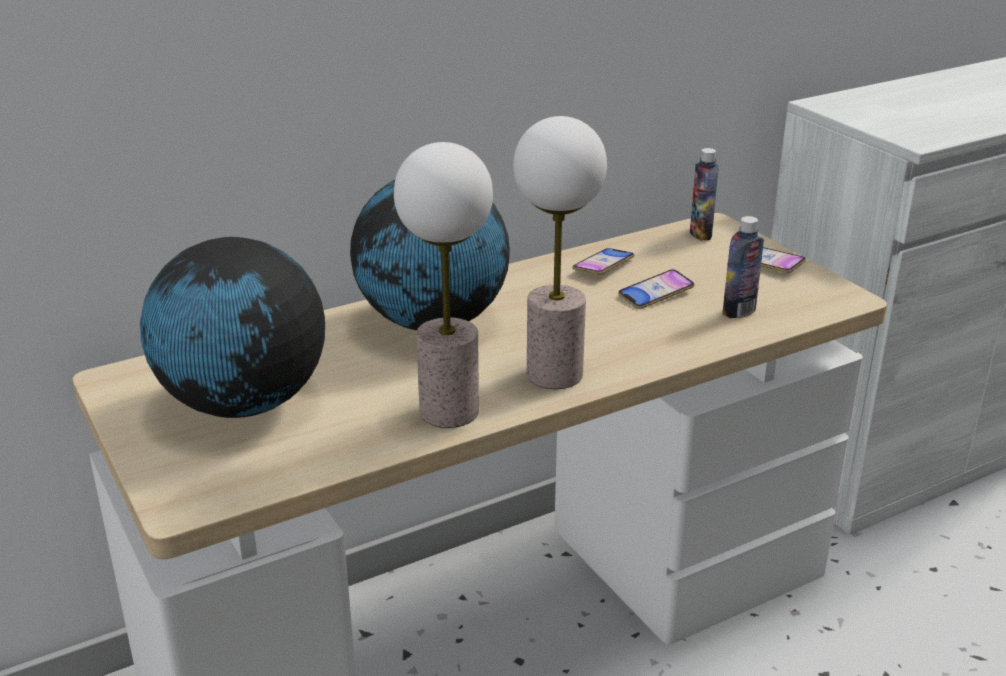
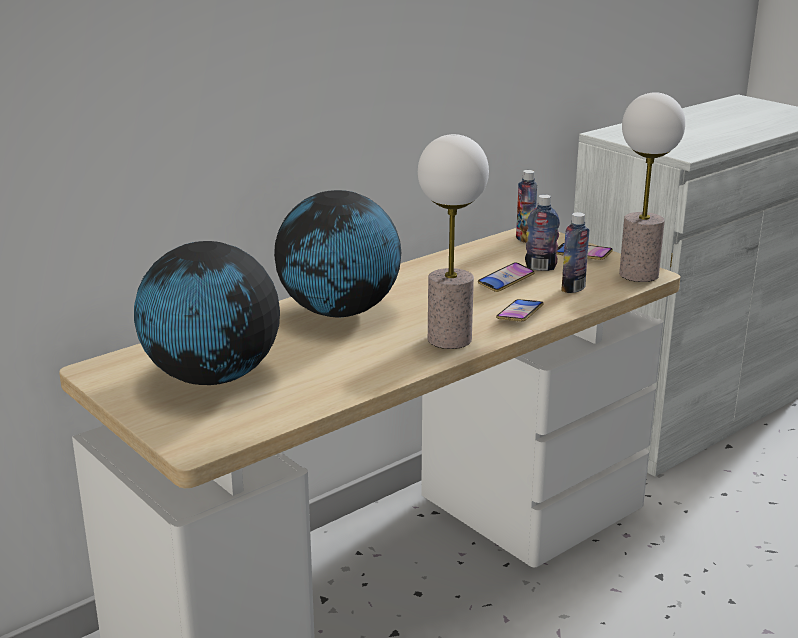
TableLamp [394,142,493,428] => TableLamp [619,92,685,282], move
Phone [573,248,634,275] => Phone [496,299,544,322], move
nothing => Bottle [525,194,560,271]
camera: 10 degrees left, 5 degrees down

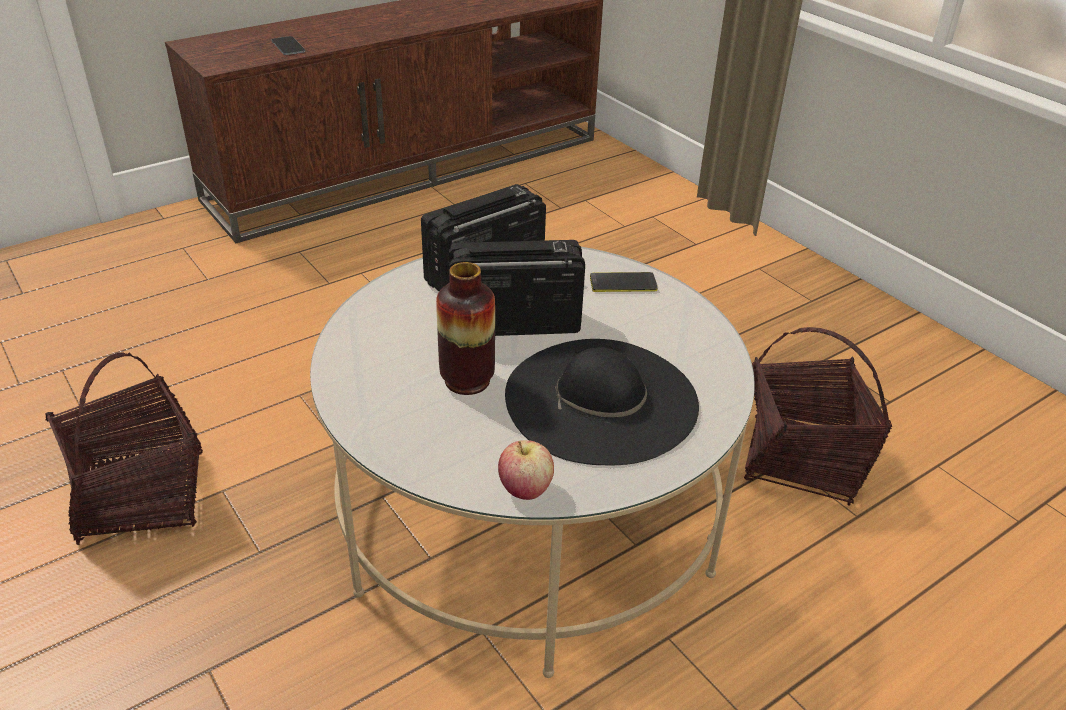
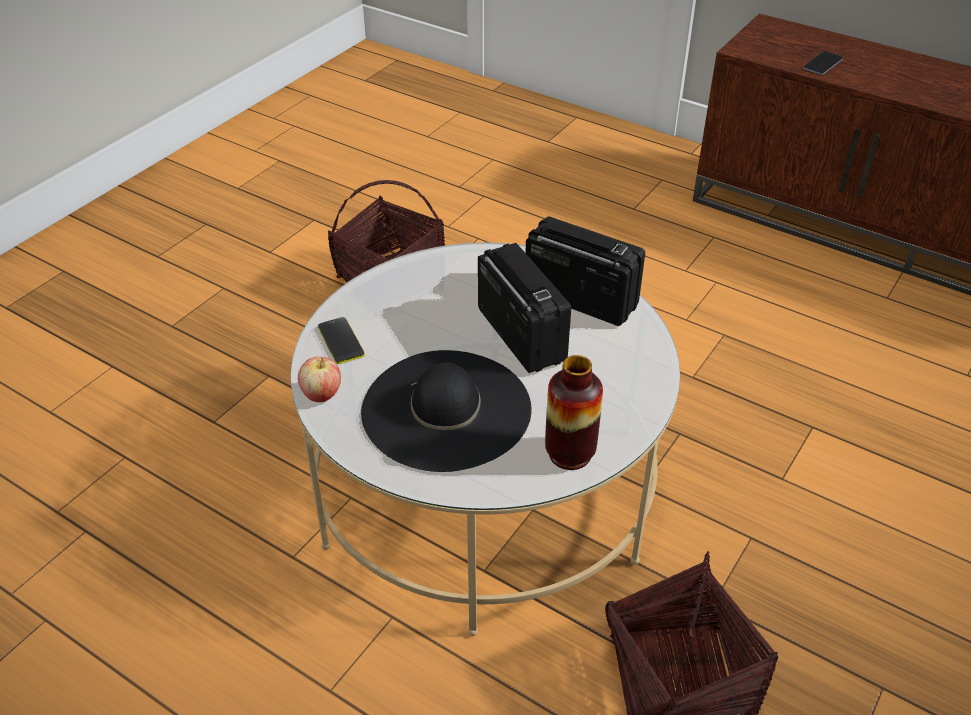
Vase [436,262,495,395] => Vase [545,355,603,470], move
Phone [590,272,657,292] => Phone [318,317,365,364], move
camera: 70 degrees right, 5 degrees up

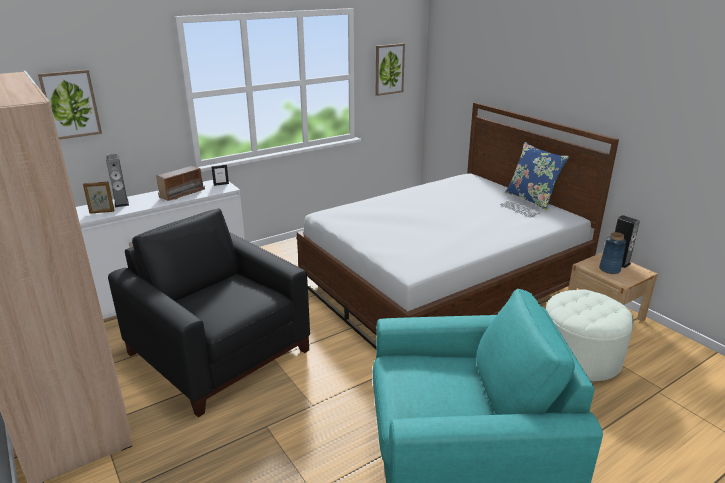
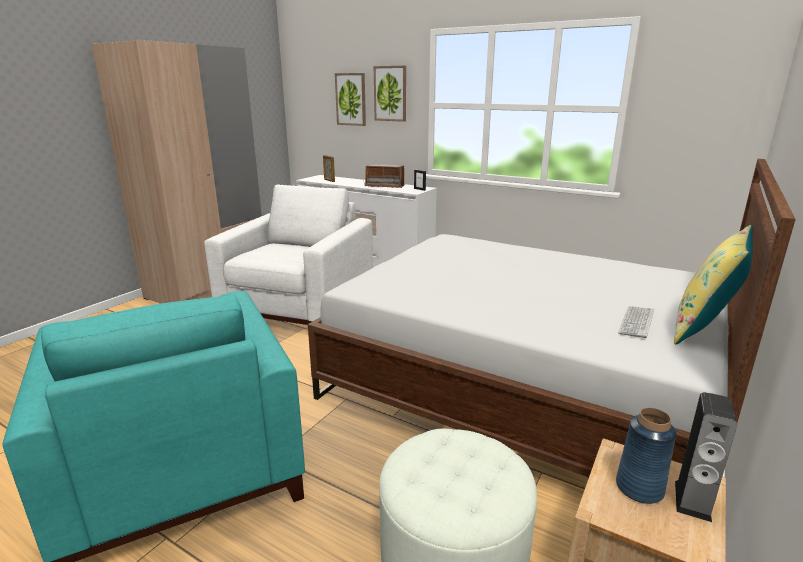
Picture [376,43,405,96] => Picture [374,66,406,122], move
BluePillow [505,142,569,211] => YellowPillow [674,225,753,345]
Speaker [106,154,129,207] => nothing
BlackArmchair [108,209,310,417] => WhiteArmchair [204,185,373,325]
camera: 65 degrees right, 5 degrees down

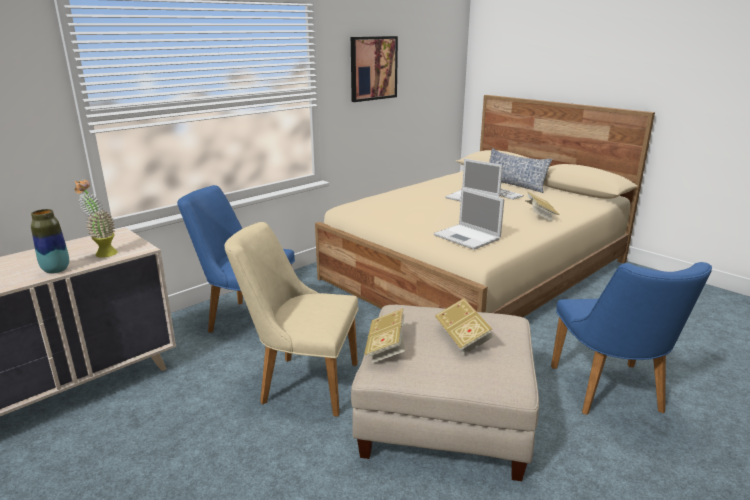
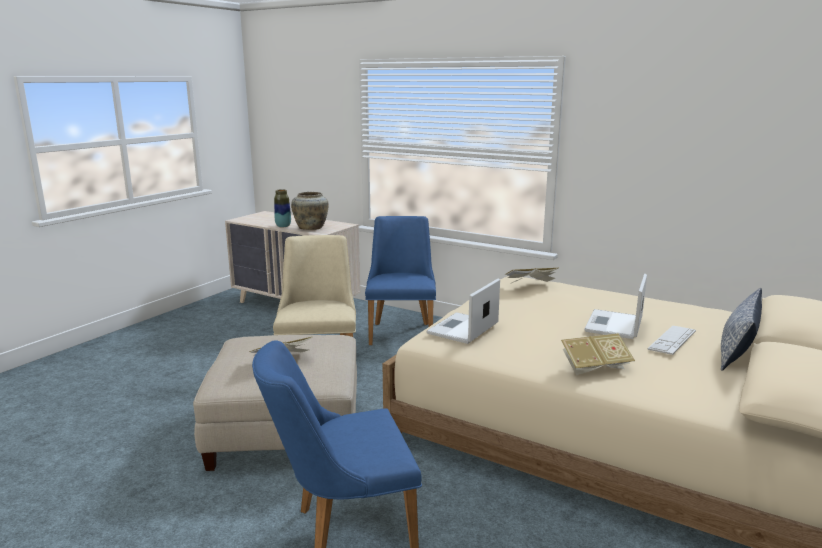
Picture [351,36,398,102] => nothing
PottedPlant [74,180,118,258] => BeigeVase [291,192,329,230]
Book [364,308,407,363] => Book [506,268,558,283], move
camera: 75 degrees right, 5 degrees down

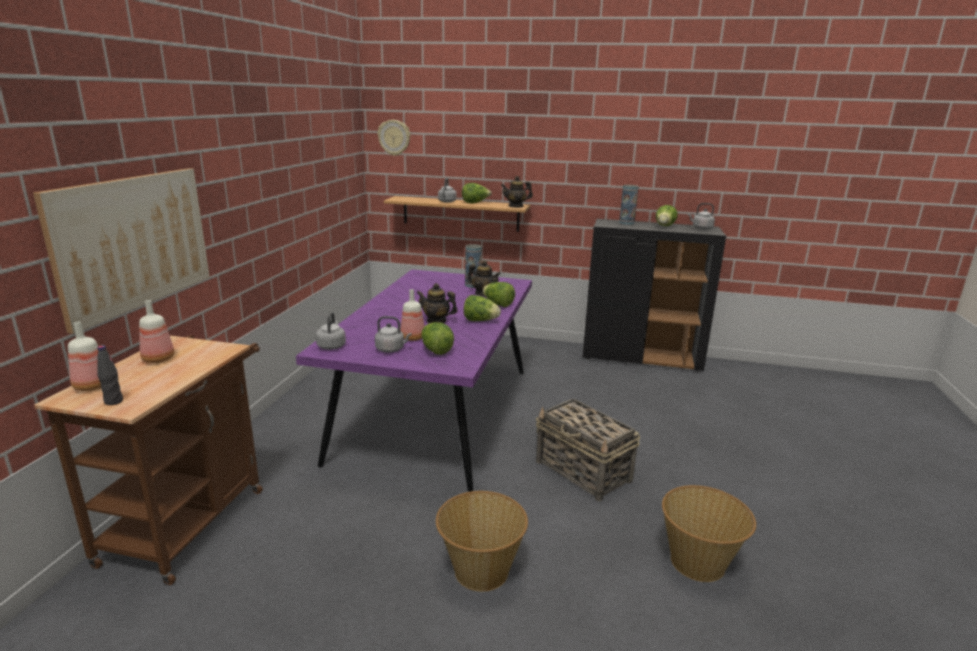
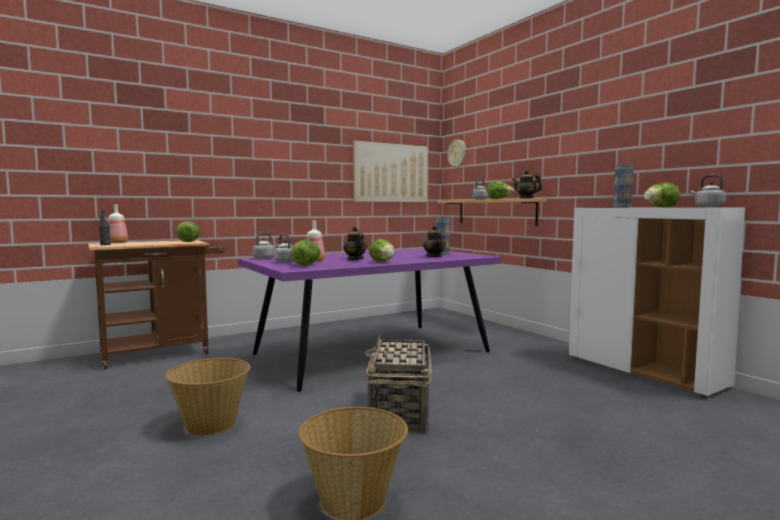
Picture [33,168,210,334] => Picture [353,140,428,202], move
BlackCabinet [583,219,726,372] => WhiteCabinet [569,207,745,397]
Lettuce [483,282,515,307] => Lettuce [176,221,200,242], move
Bottle [139,300,175,363] => nothing
camera: 45 degrees right, 15 degrees down

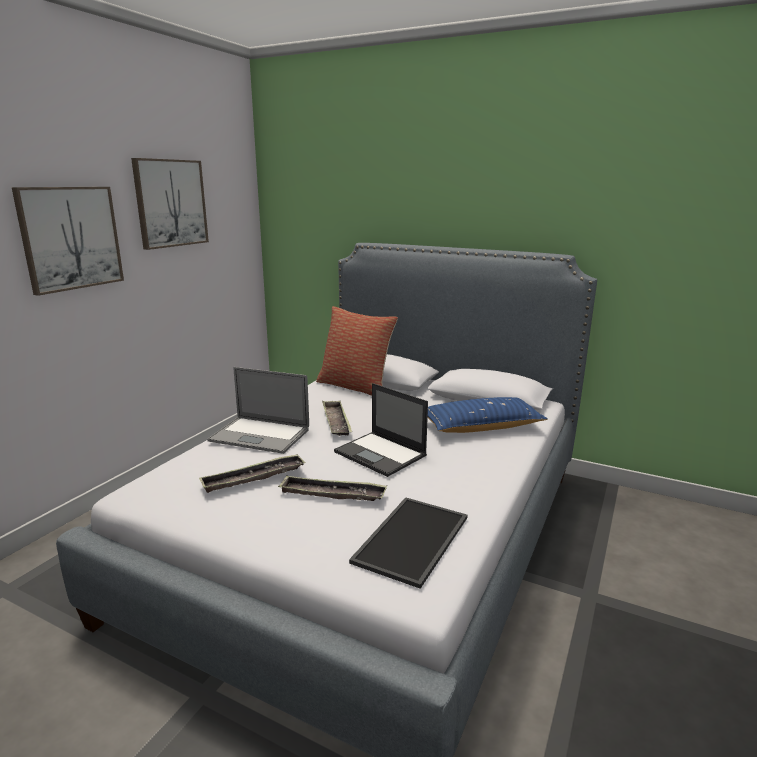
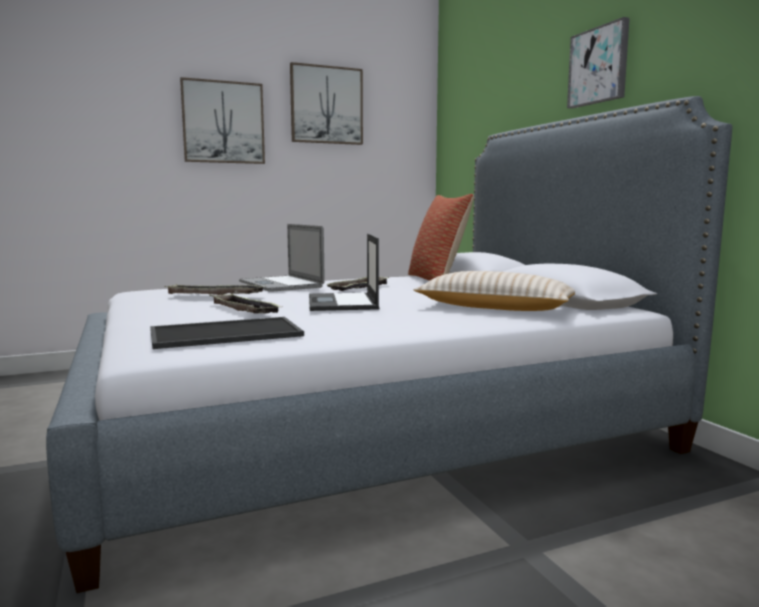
BluePillow [428,397,548,433] => BeigePillow [414,271,575,311]
nothing => Picture [567,17,630,109]
camera: 40 degrees right, 10 degrees down

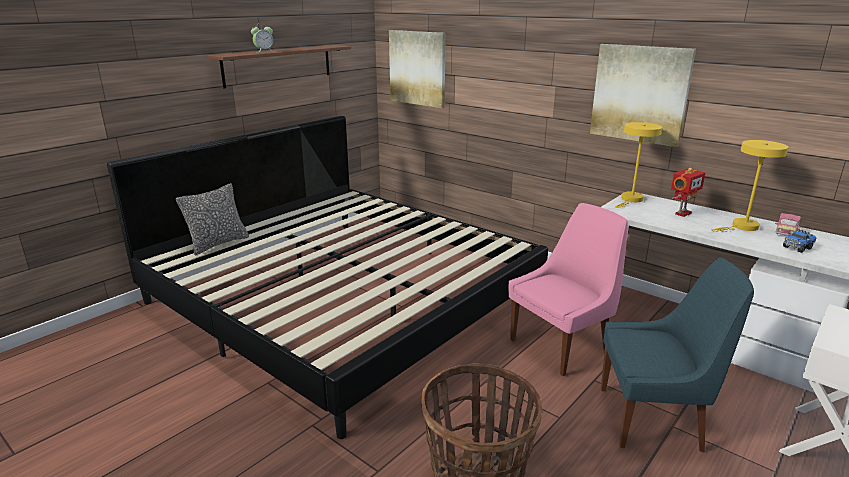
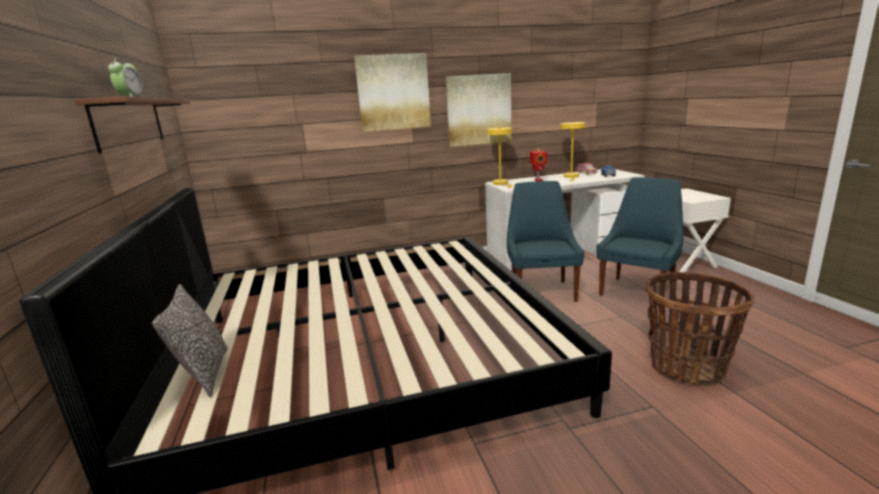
Picture [389,30,446,108] => Picture [354,53,431,132], move
PinkChair [509,203,628,376] => BlueChair [507,181,585,302]
camera: 55 degrees left, 5 degrees down

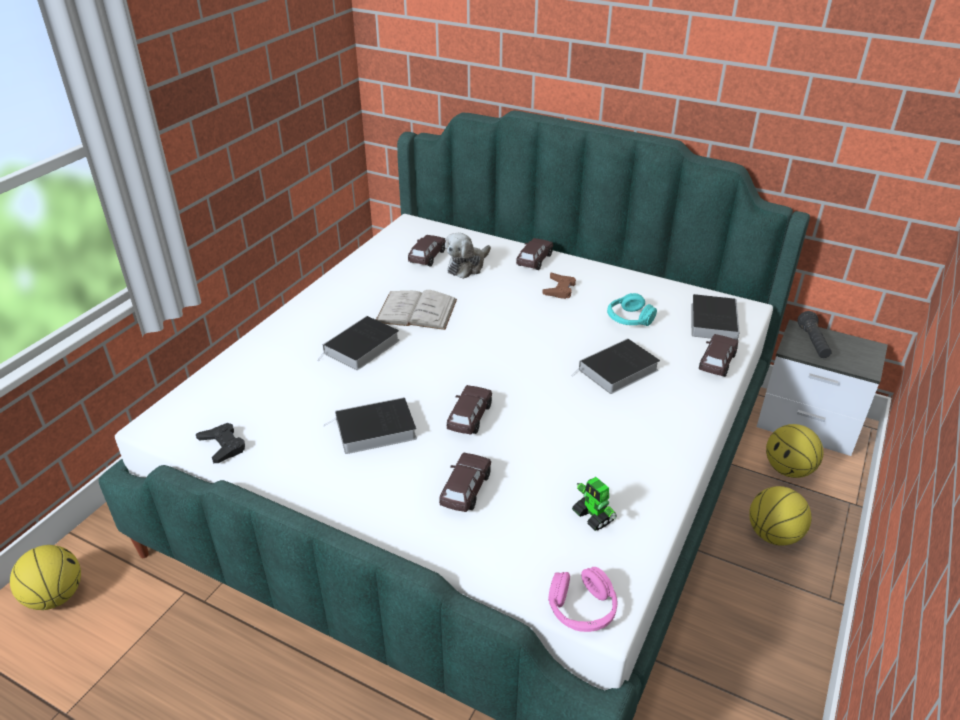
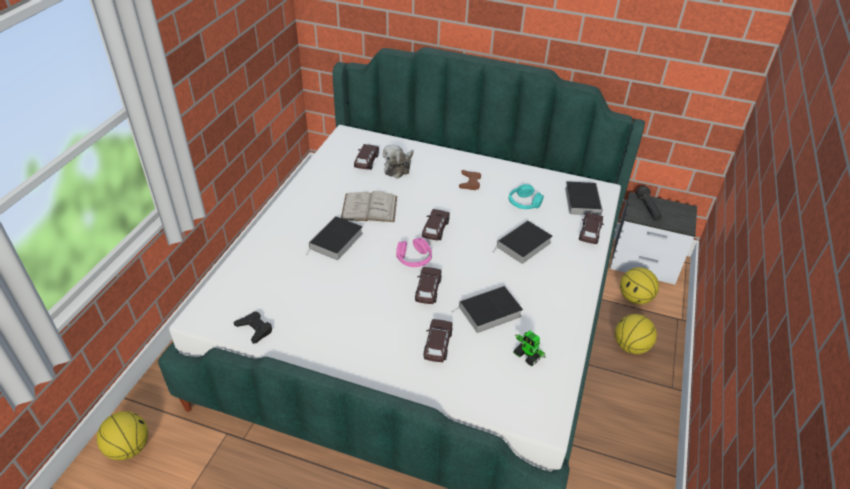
BrownToyCar [516,238,553,270] => BrownToyCar [422,209,450,241], move
Book [323,397,417,454] => Book [452,286,523,333], move
PinkHeadphones [548,567,617,632] => PinkHeadphones [396,238,432,267], move
camera: 10 degrees left, 5 degrees up

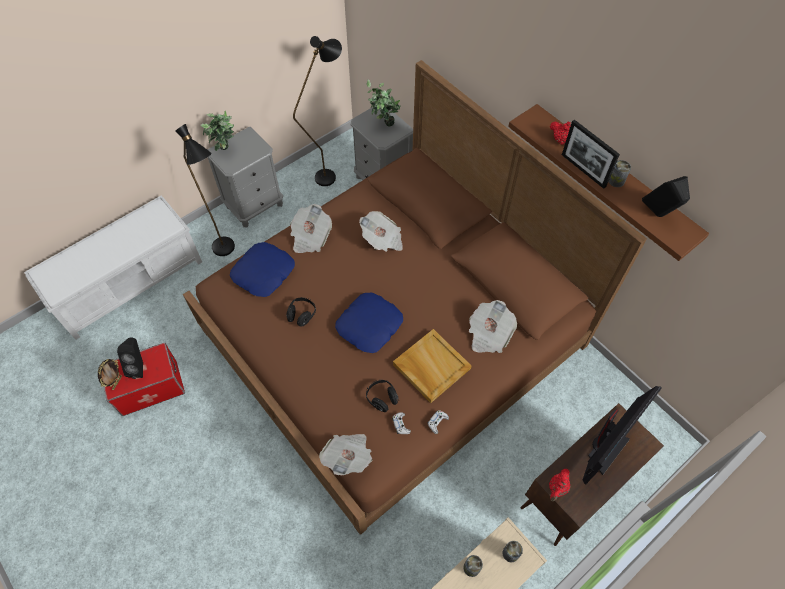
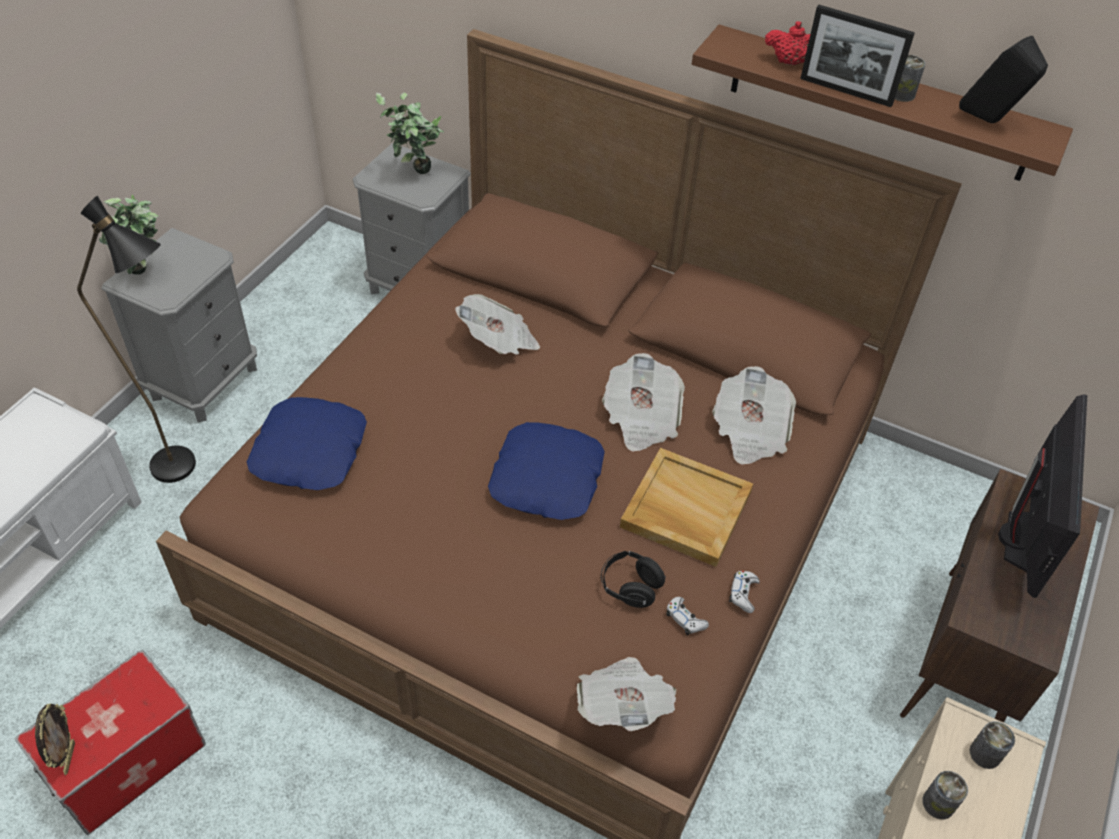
BlackFloorLamp [293,36,342,186] => nothing
Newspaper [290,204,332,253] => Newspaper [602,353,685,452], move
BlackHeadphones [286,297,316,327] => nothing
BlackSpeaker [117,337,143,379] => nothing
RedTeapot [549,469,570,501] => nothing
camera: 25 degrees left, 10 degrees down

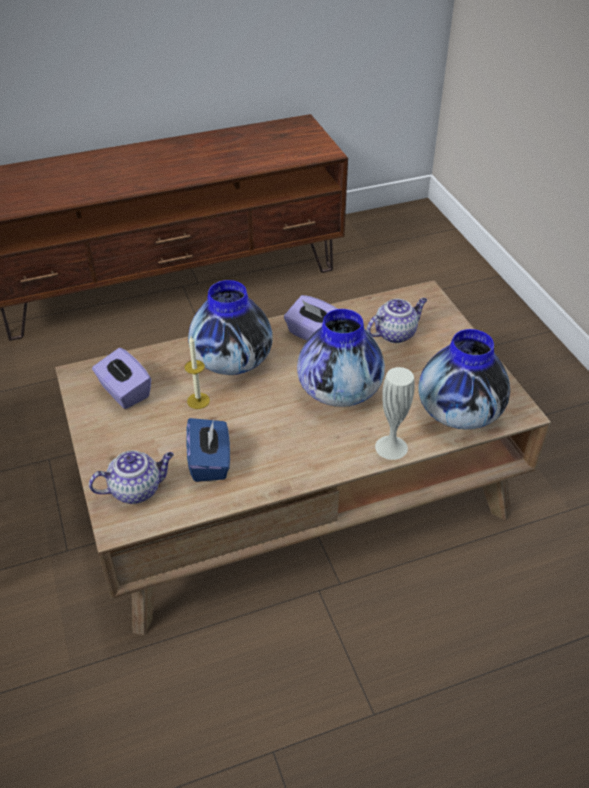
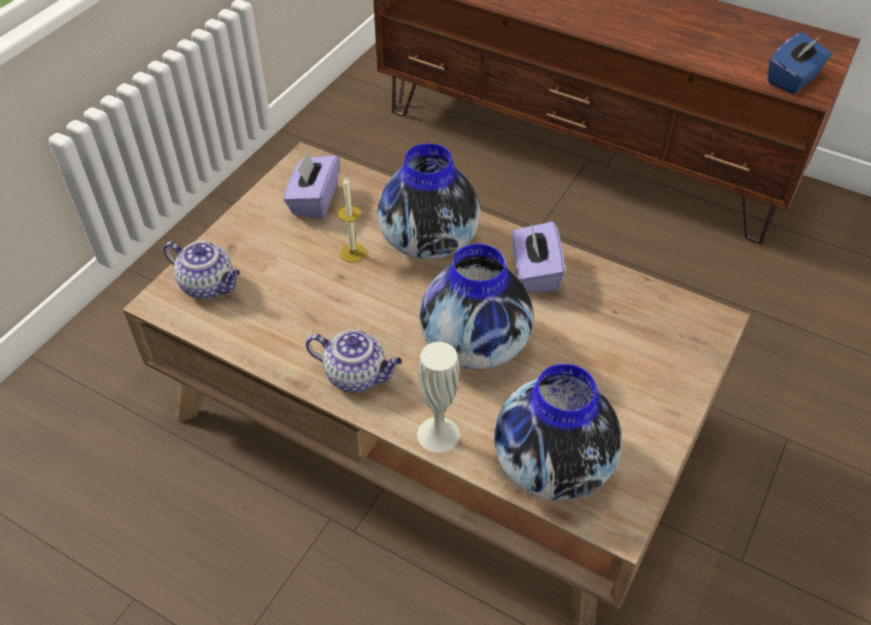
Teapot [367,298,427,343] => Teapot [306,330,402,393], move
BlueTissueBox [186,418,230,482] => BlueTissueBox [768,32,832,94], move
camera: 50 degrees right, 5 degrees up

